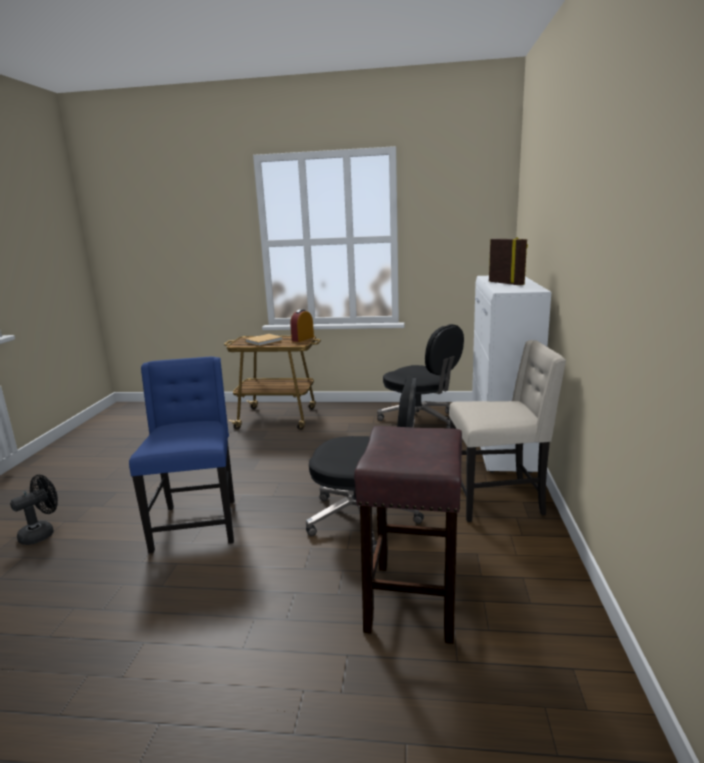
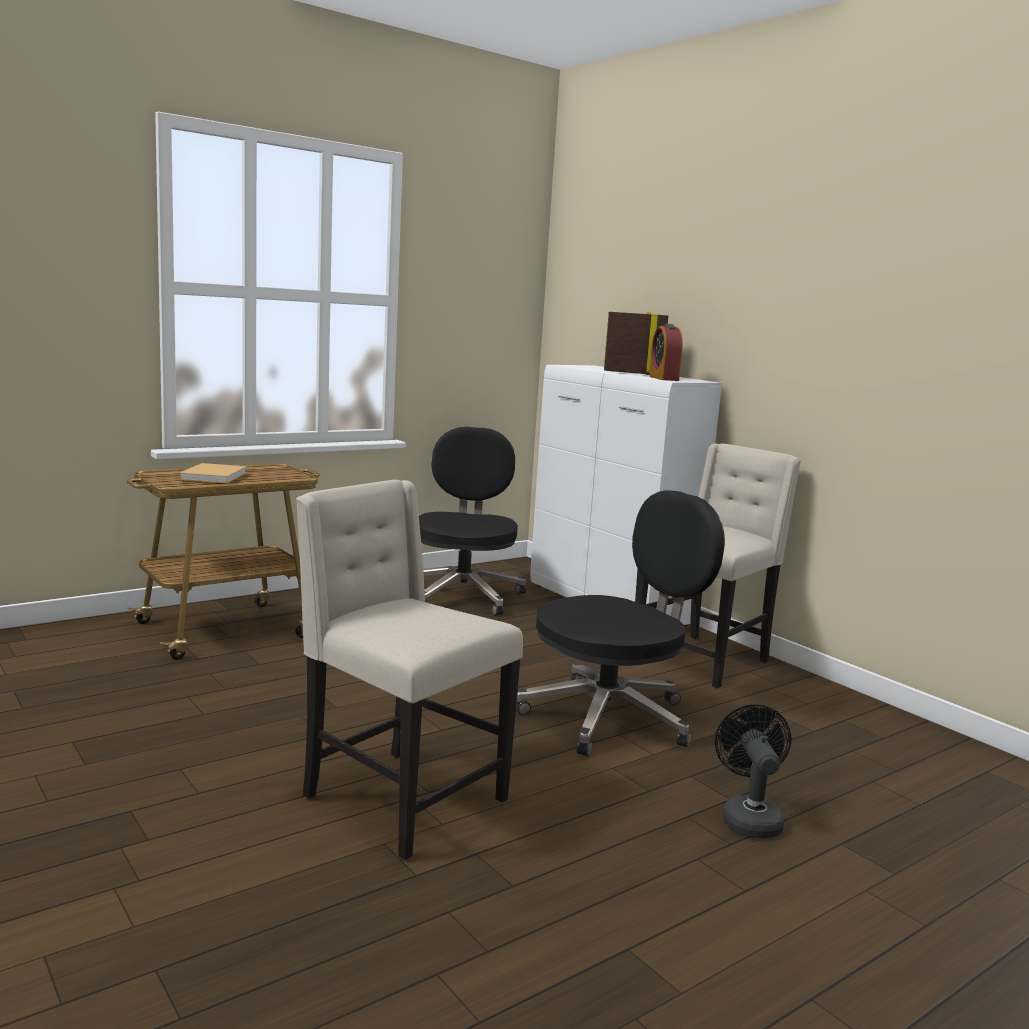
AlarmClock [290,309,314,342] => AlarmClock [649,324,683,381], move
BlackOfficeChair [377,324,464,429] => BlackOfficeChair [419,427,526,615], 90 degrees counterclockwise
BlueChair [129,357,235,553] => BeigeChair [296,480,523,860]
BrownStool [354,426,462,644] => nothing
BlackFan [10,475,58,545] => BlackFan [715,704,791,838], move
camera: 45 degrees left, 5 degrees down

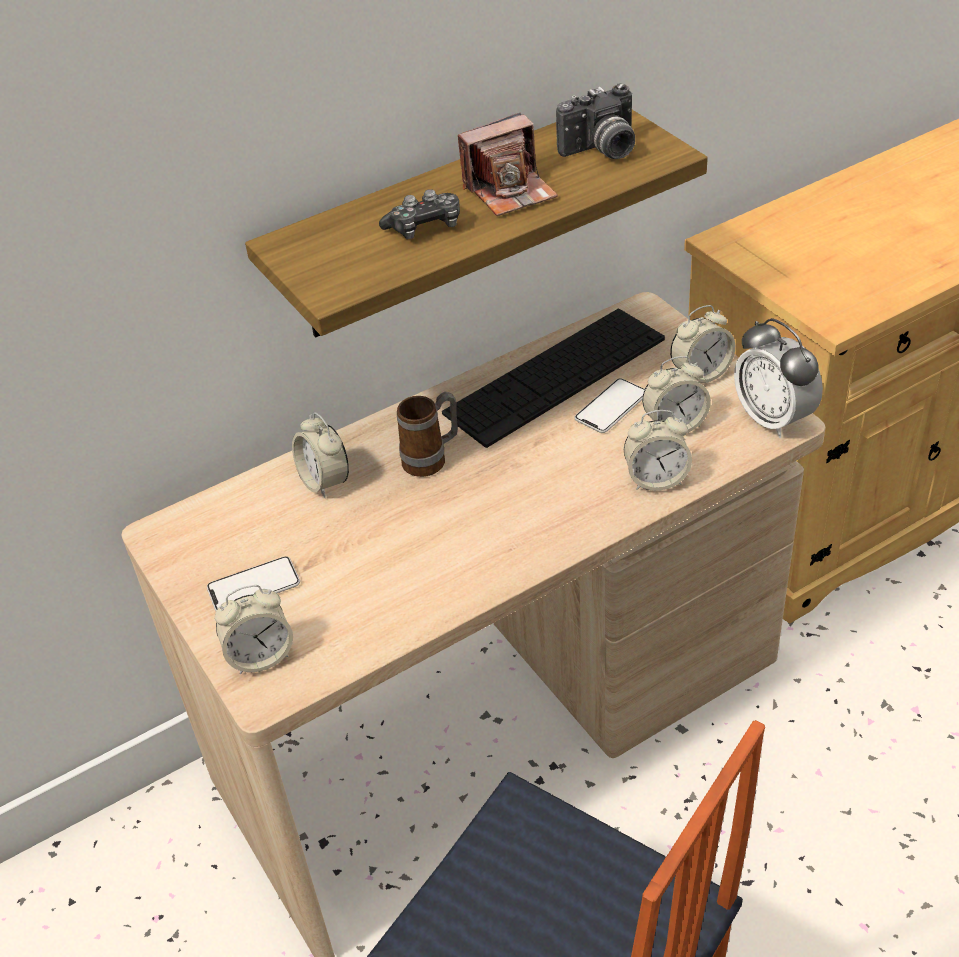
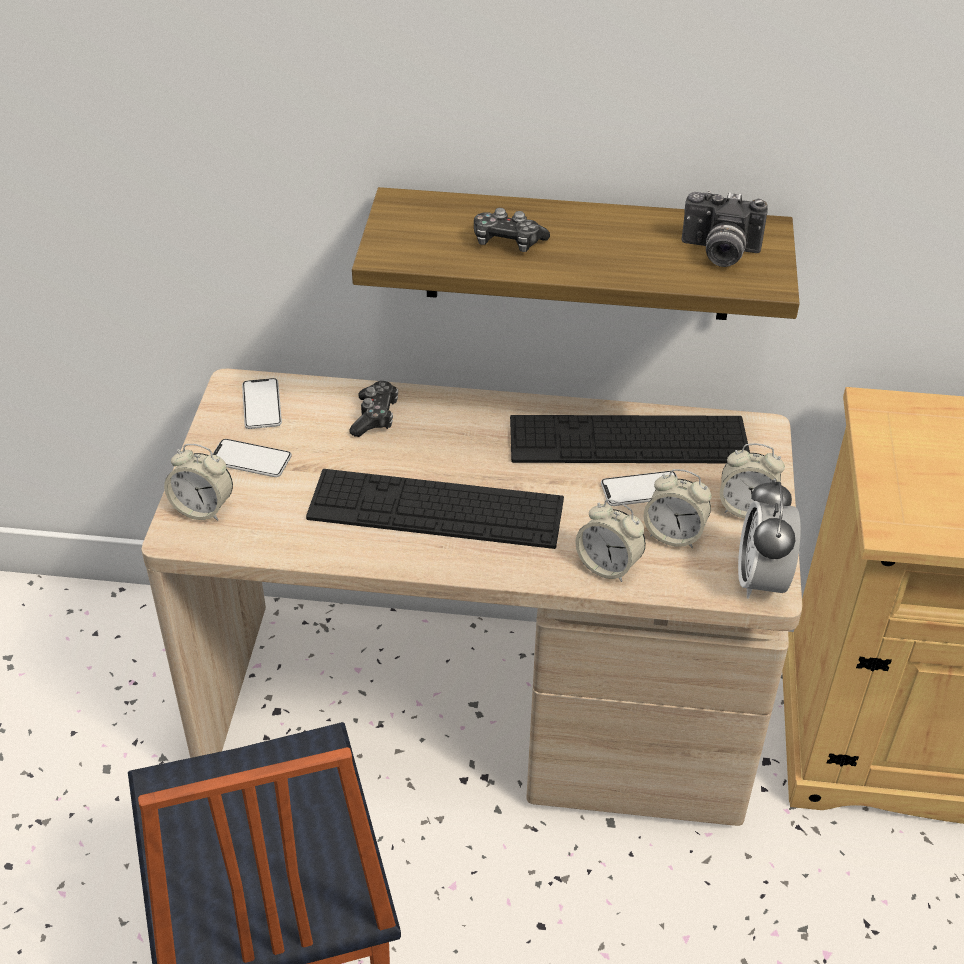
PhotoCamera [458,112,558,216] => nothing
Mug [397,392,458,477] => nothing
AlarmClock [292,412,349,498] => GameController [349,381,398,437]
nothing => Phone [242,378,282,429]
nothing => Keyboard [306,469,564,549]
camera: 35 degrees right, 0 degrees up

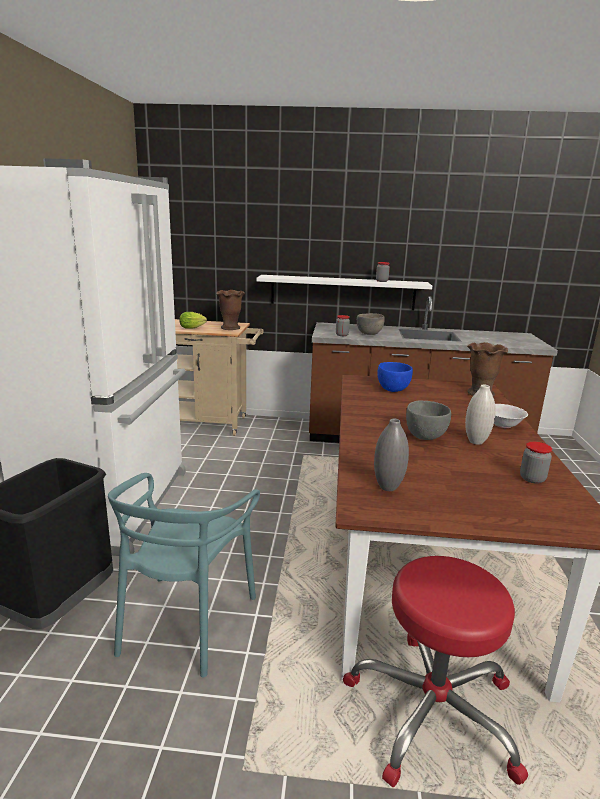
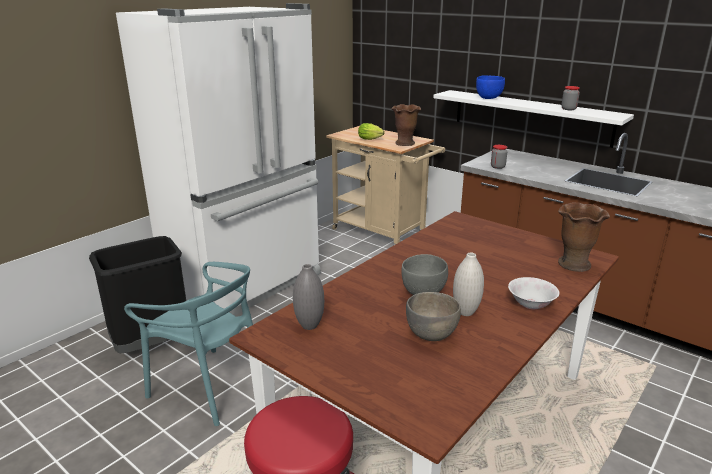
GreyBowl [357,313,385,335] => GreyBowl [406,292,461,341], move
BlueBowl [377,362,413,392] => BlueBowl [476,75,505,99], move
Jar [520,442,552,484] => nothing
TurquoiseChair [108,473,260,678] => TurquoiseChair [124,262,253,426], 105 degrees counterclockwise
camera: 35 degrees right, 5 degrees up

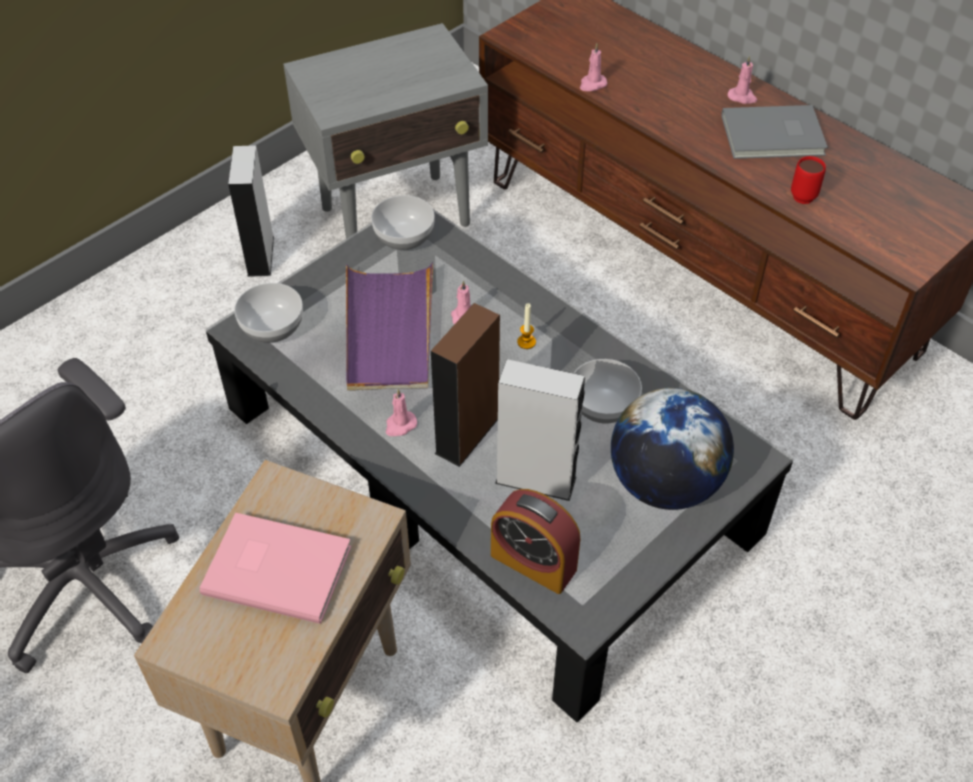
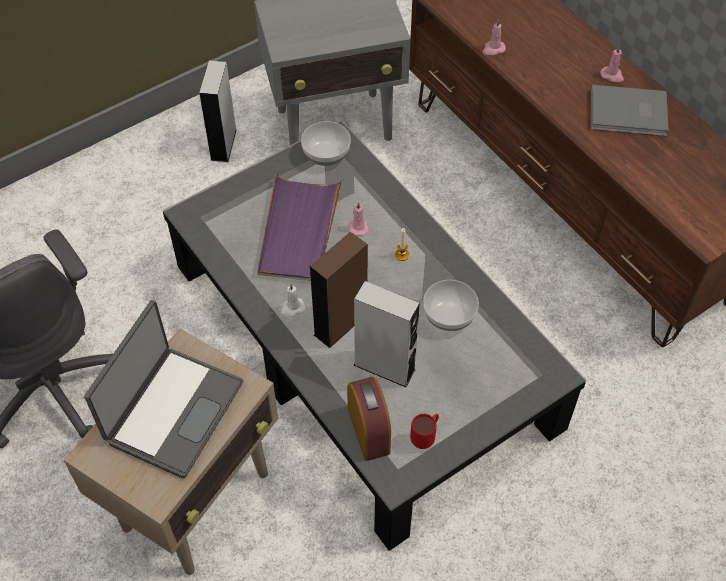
RedMug [791,156,826,204] => RedMug [410,414,439,449], move
Bowl [234,283,303,343] => nothing
Globe [611,388,734,510] => nothing
PinkCandle [386,389,417,436] => WhiteCandle [280,284,305,317]
AlarmClock [491,489,580,594] => AlarmClock [347,377,391,461], 150 degrees counterclockwise
PinkBook [200,513,351,624] => Laptop [84,300,243,478]
camera: 10 degrees right, 5 degrees up

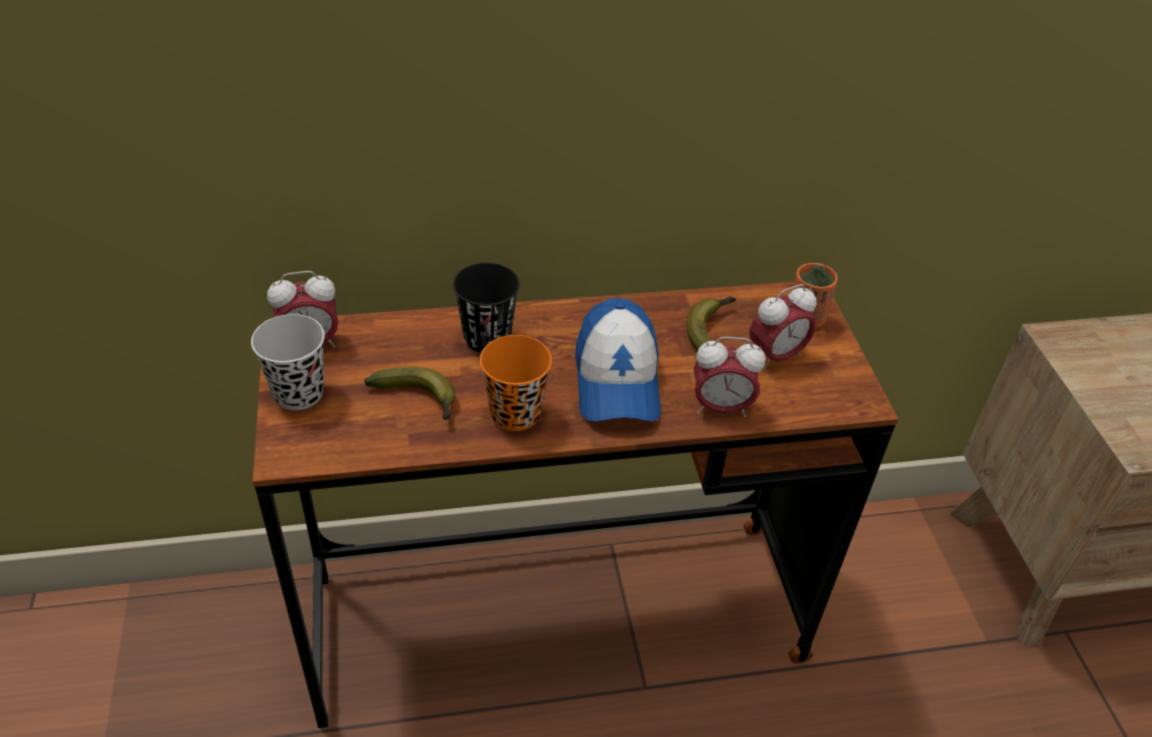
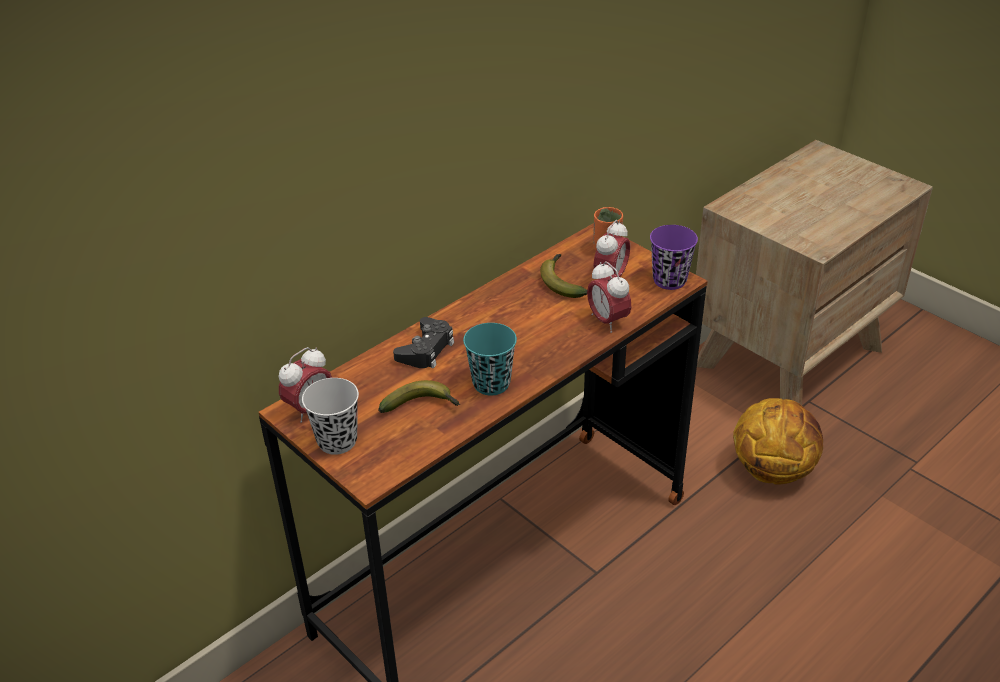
BlackCup [453,263,520,352] => BlackGameController [393,317,454,368]
Cap [575,298,661,422] => nothing
OrangeCup [480,335,552,431] => TurquoiseCup [463,323,517,395]
AlarmClock [694,337,765,418] => AlarmClock [587,261,631,333], 90 degrees clockwise
nothing => PurpleCup [650,225,698,290]
nothing => Basketball [733,398,823,485]
camera: 30 degrees left, 5 degrees down

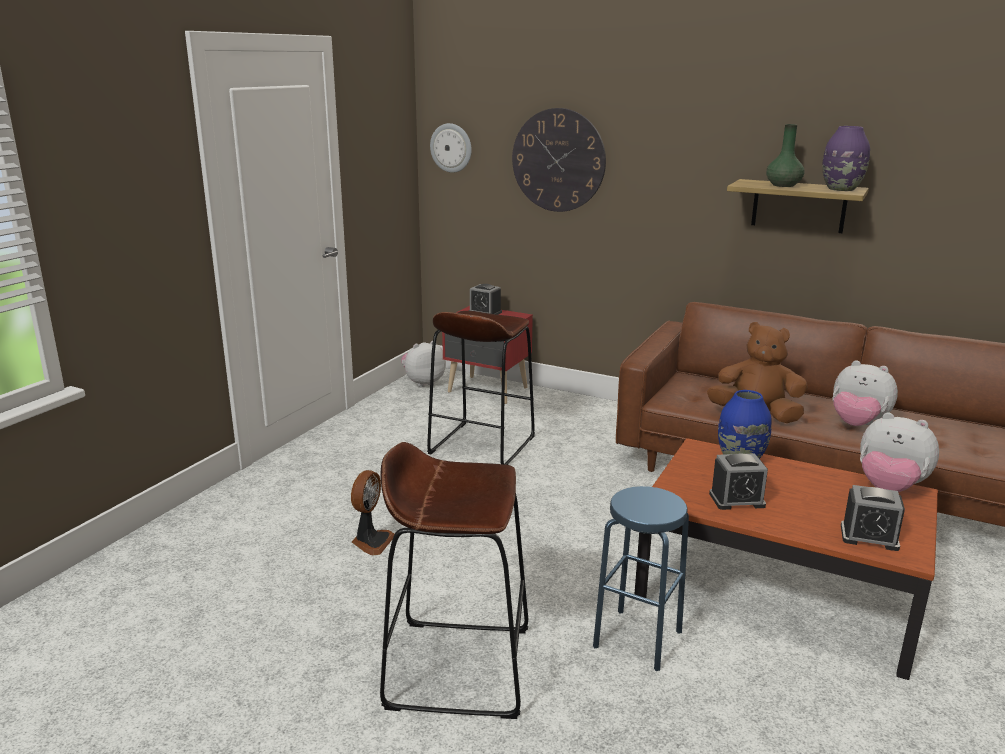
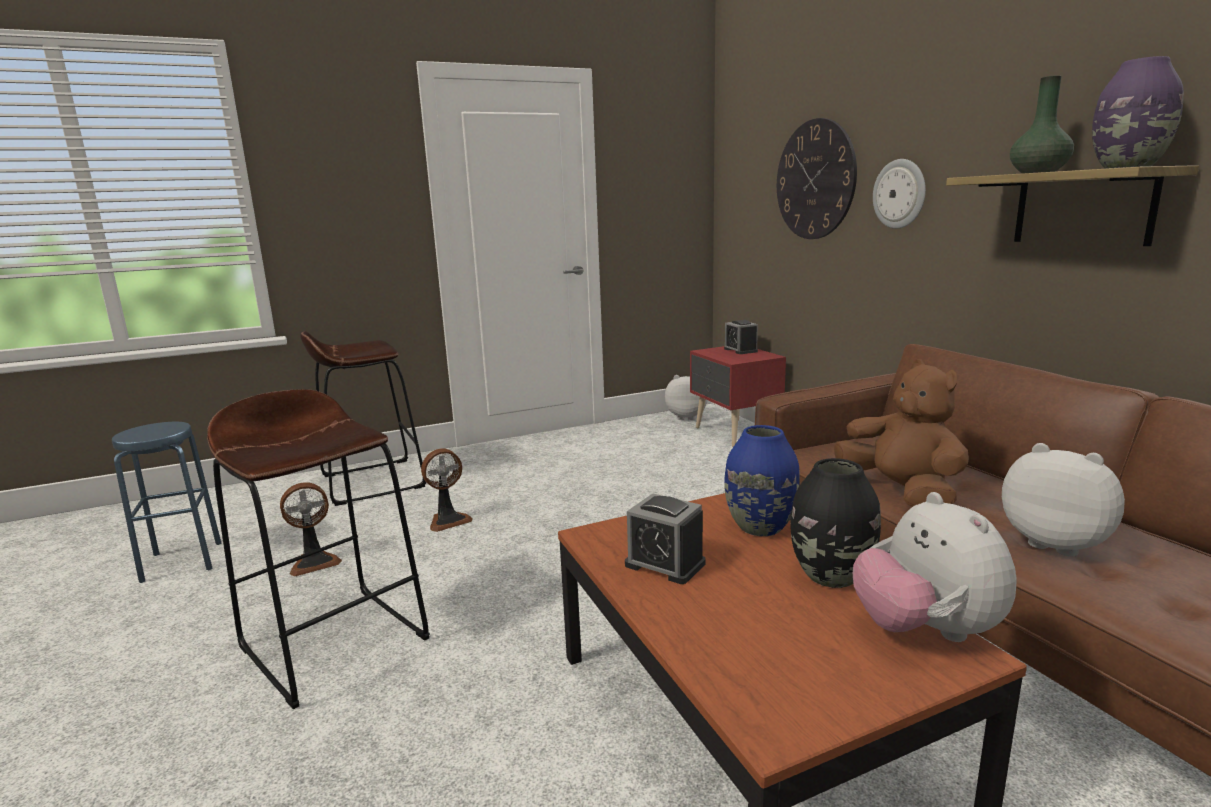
WallClock [430,123,472,173] => WallClock [873,159,926,229], move
BrownStool [427,311,535,465] => BrownStool [300,331,426,506], move
PlushToy [832,360,898,426] => PlushToy [1002,443,1125,557], 150 degrees clockwise
AlarmClock [841,485,905,551] => nothing
BlueStool [593,486,689,671] => BlueStool [112,422,221,583], move
nothing => BlackVase [790,458,881,588]
nothing => Fan [280,482,342,576]
camera: 40 degrees right, 5 degrees down

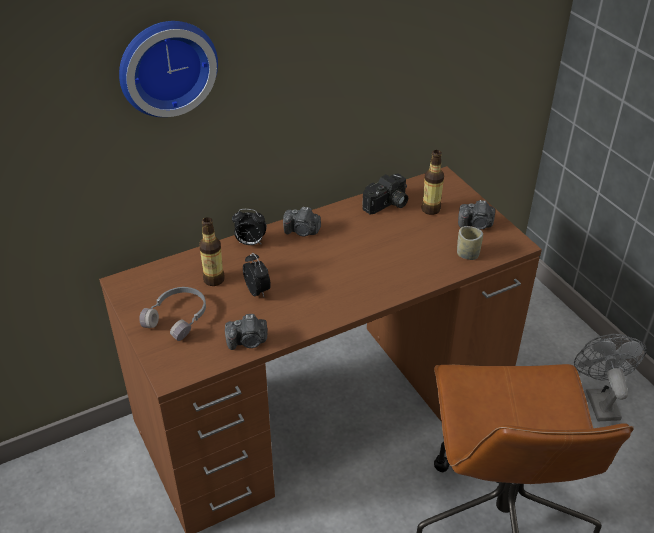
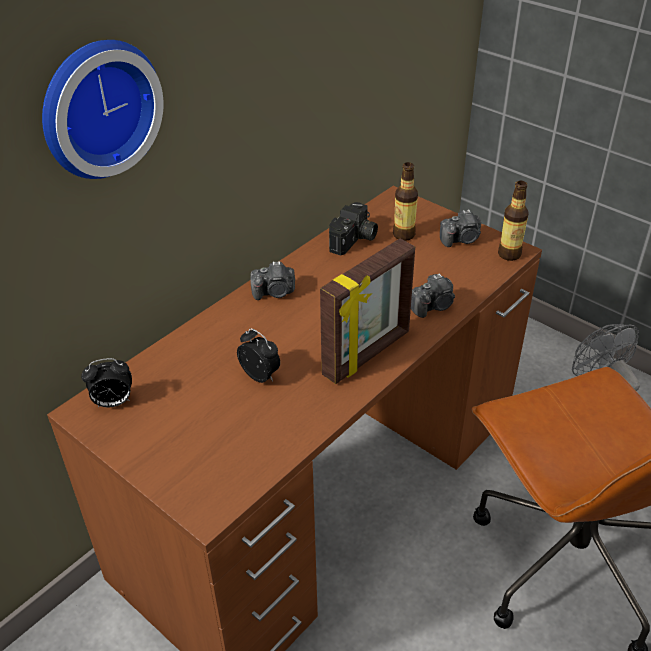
AlarmClock [232,209,267,245] => AlarmClock [81,358,132,407], move
Bottle [199,217,225,286] => Bottle [498,181,529,261], move
Cup [457,226,483,260] => nothing
GreyHeadphones [139,287,206,341] => nothing
PhotoCamera [225,314,268,350] => PhotoCamera [411,273,455,318], move
nothing => PictureFrame [320,238,415,384]
camera: 20 degrees left, 0 degrees up

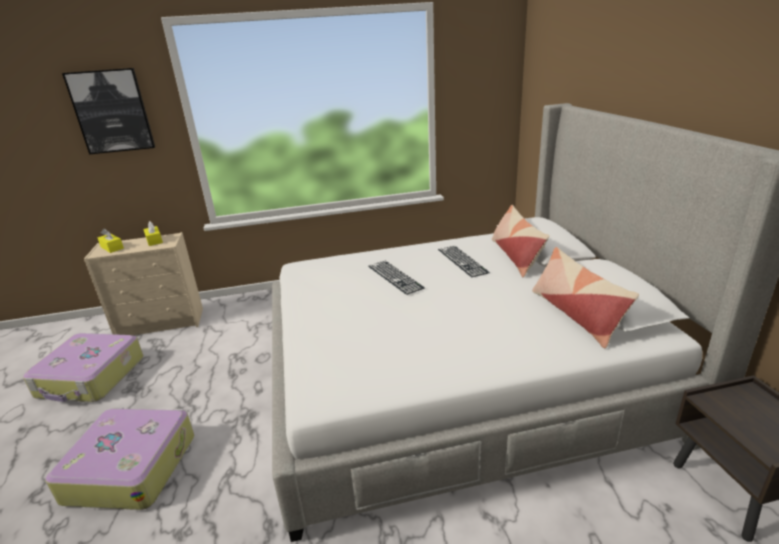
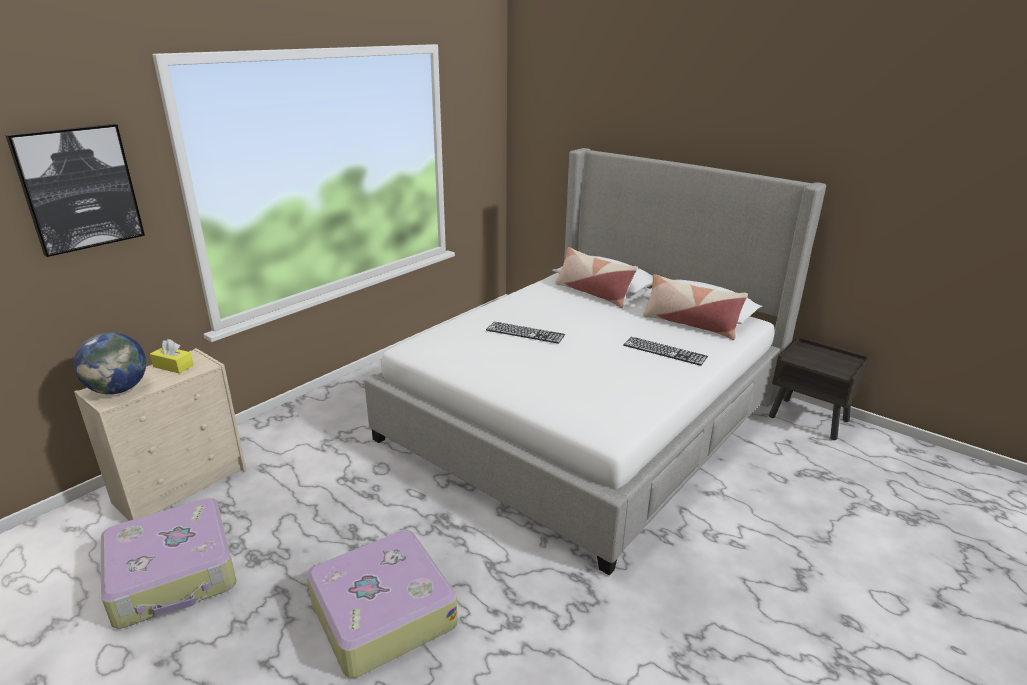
YellowTissueBox [98,228,124,253] => Globe [74,332,147,394]
Keyboard [438,246,490,277] => Keyboard [623,337,708,366], move
camera: 40 degrees left, 0 degrees up

